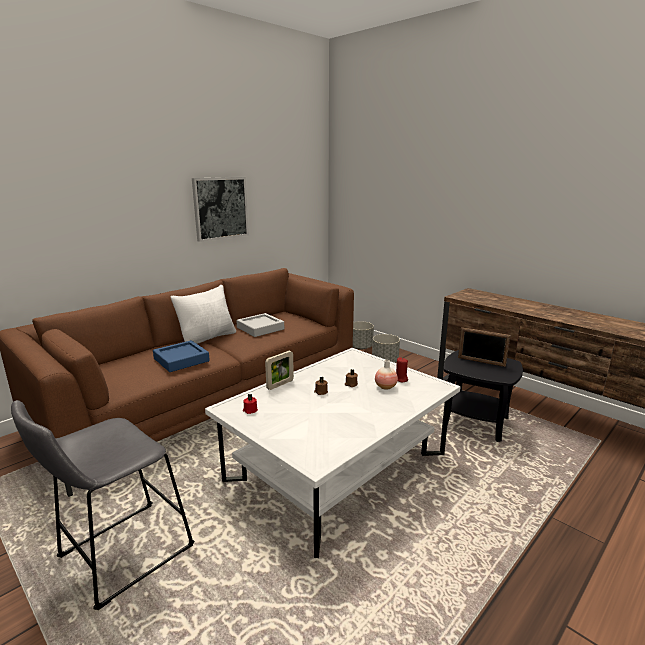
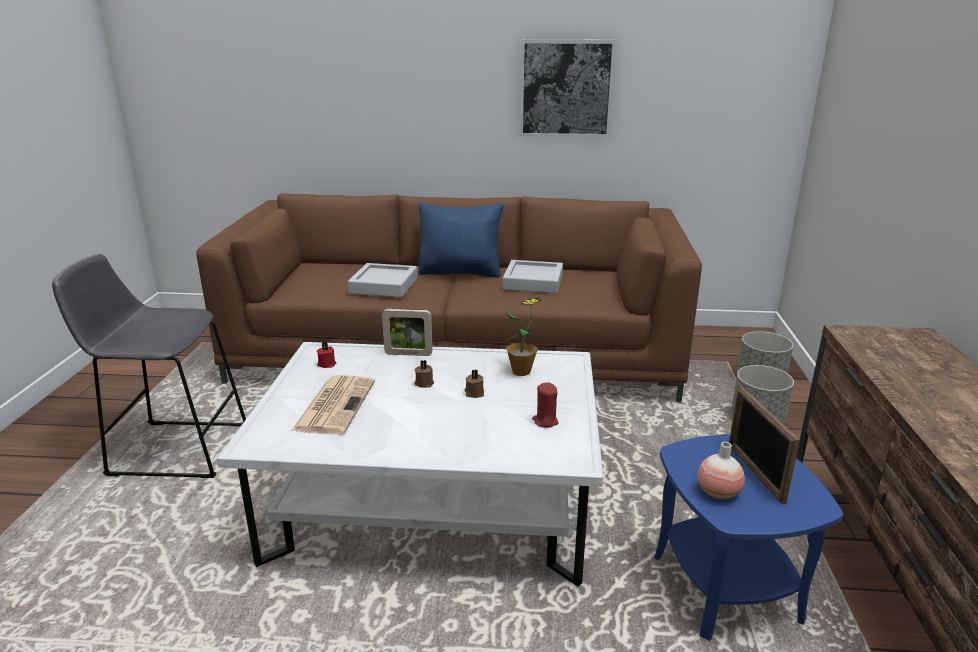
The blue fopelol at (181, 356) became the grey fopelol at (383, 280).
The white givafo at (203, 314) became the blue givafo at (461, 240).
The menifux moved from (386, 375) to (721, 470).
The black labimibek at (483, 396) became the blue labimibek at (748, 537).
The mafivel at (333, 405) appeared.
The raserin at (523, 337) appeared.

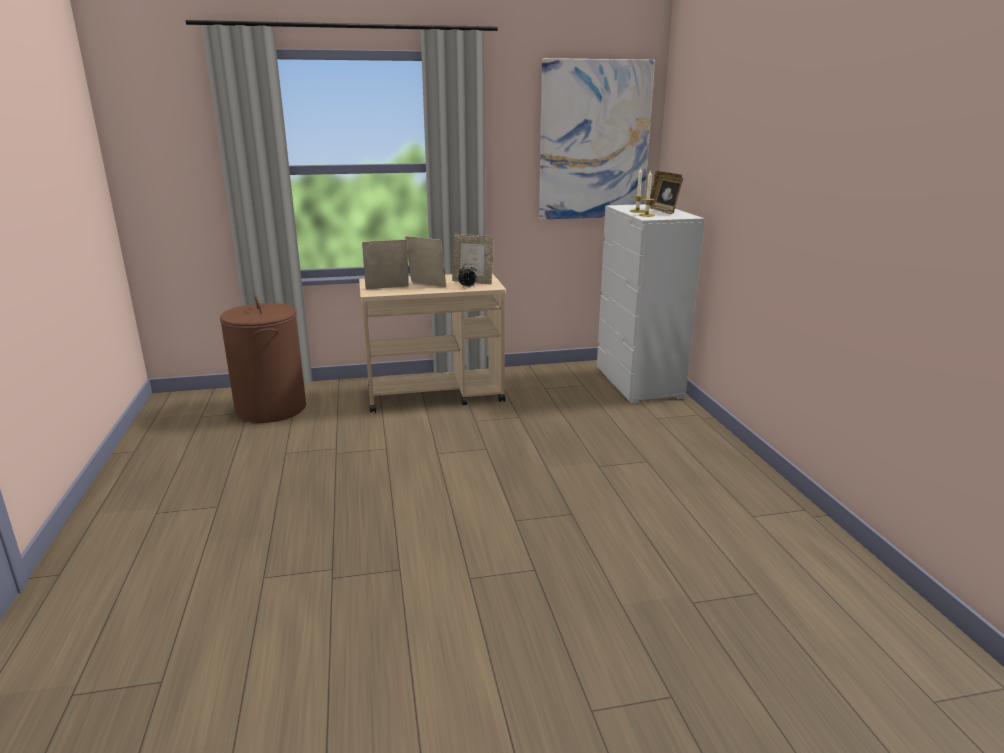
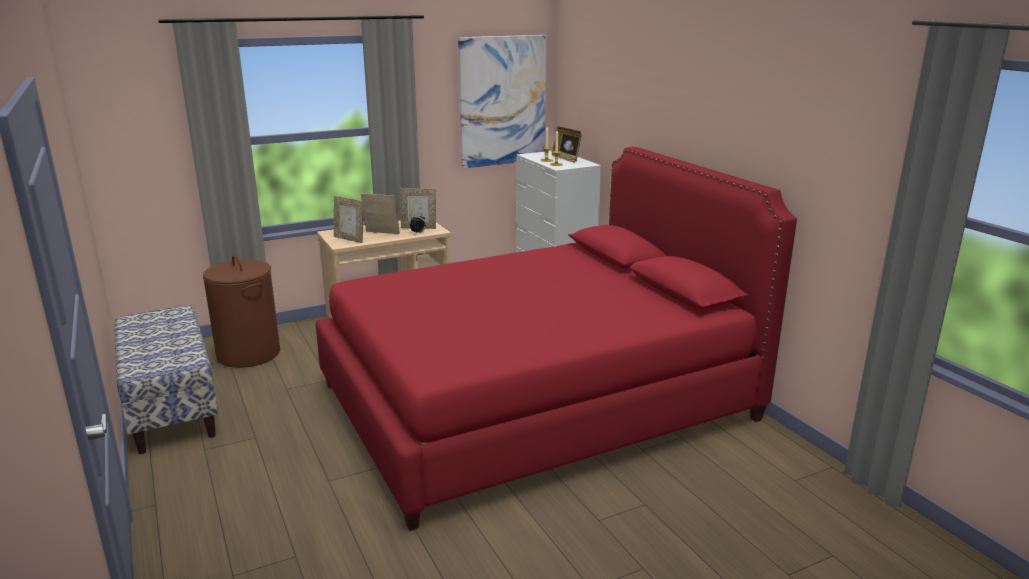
The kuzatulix at (385, 264) turned 120 degrees counterclockwise.
The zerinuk at (166, 379) appeared.
The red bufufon at (556, 339) appeared.

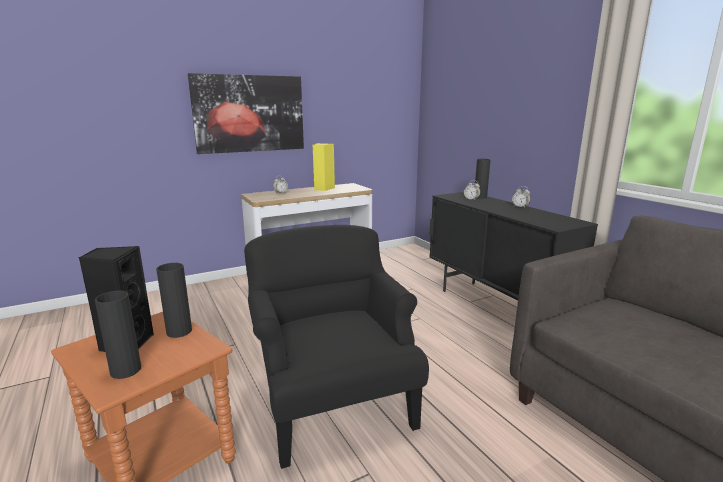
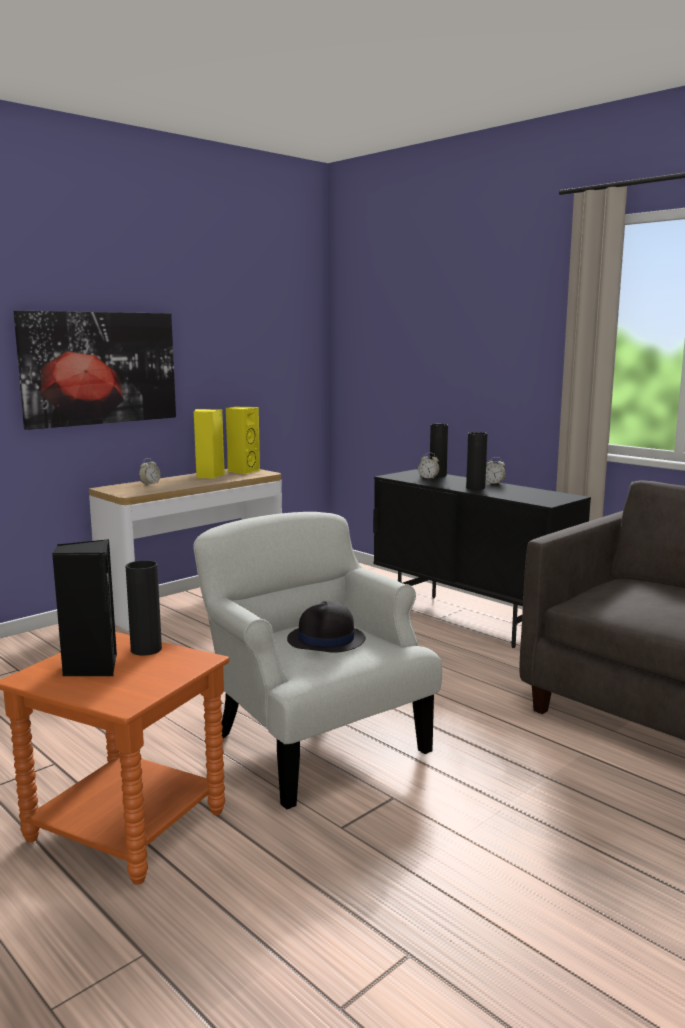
The black menifux moved from (118, 335) to (476, 461).
The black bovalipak at (336, 347) became the white bovalipak at (317, 661).
The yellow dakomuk at (243, 440) appeared.
The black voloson at (326, 627) appeared.

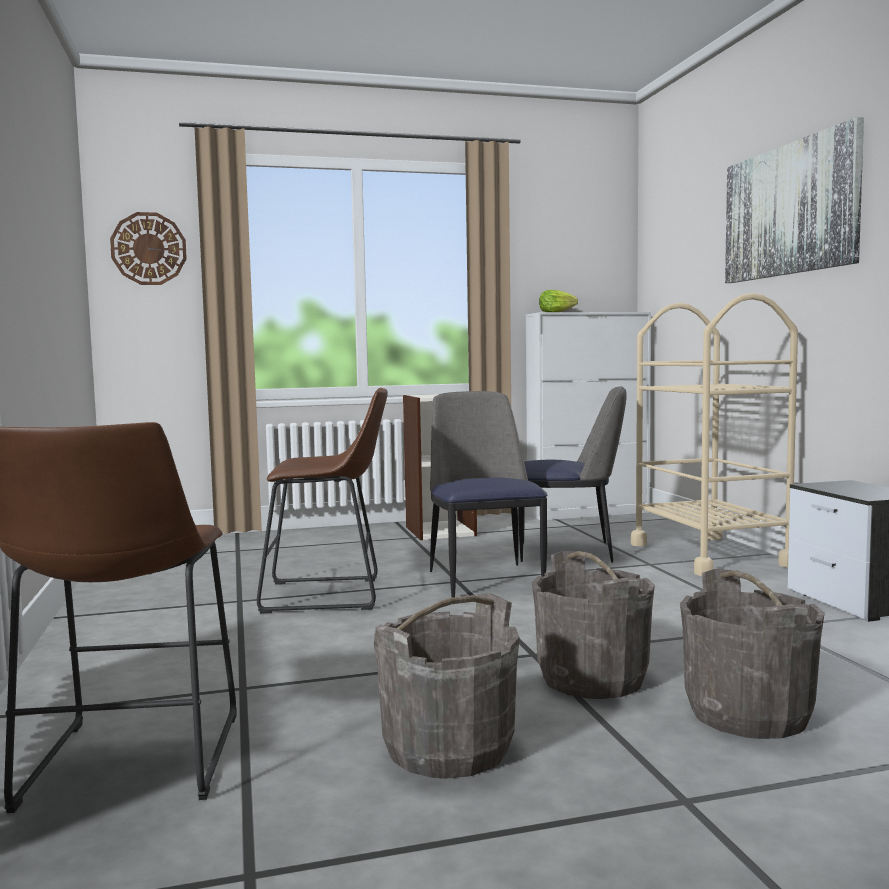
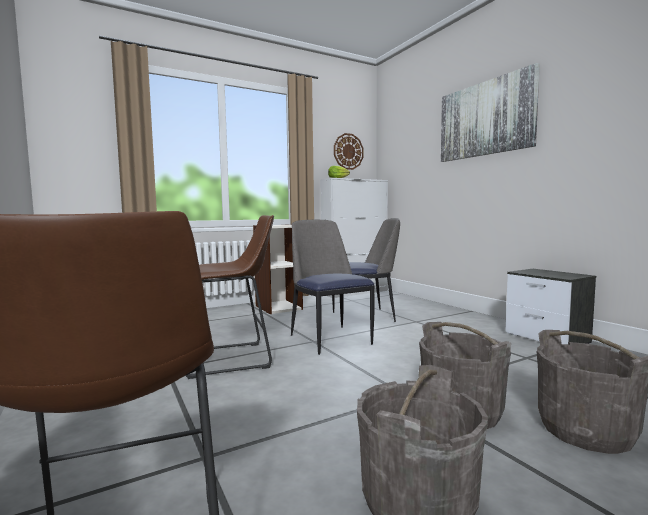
The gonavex moved from (148, 248) to (349, 151).
The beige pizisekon at (714, 434) disappeared.

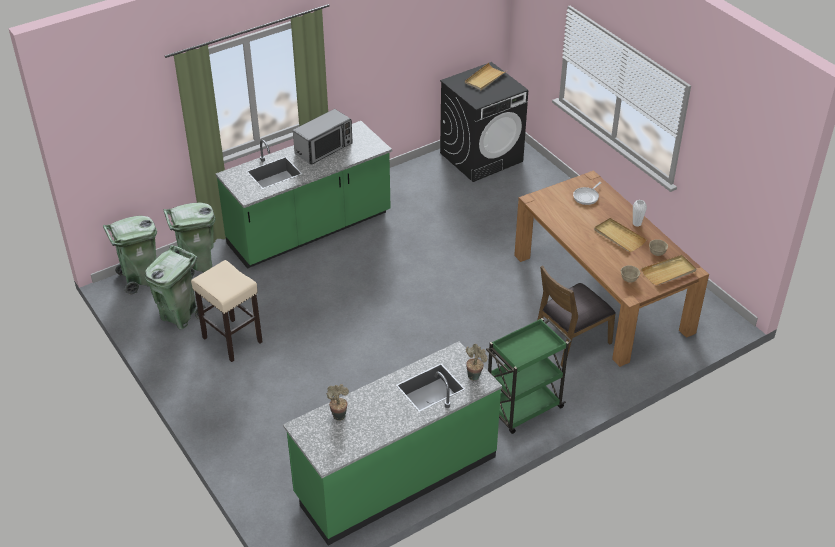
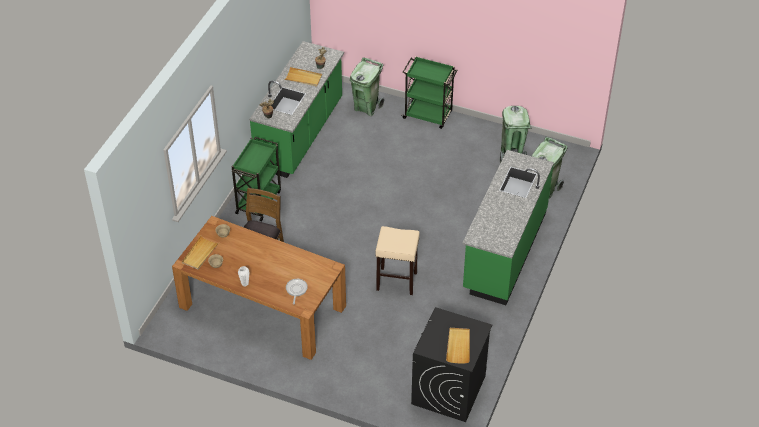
The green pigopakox moved from (130, 255) to (367, 86).
The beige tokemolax moved from (227, 311) to (398, 260).
The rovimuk at (323, 137) disappeared.
The beige fopelol moved from (620, 235) to (303, 77).
The green pizisekon at (429, 92) appeared.

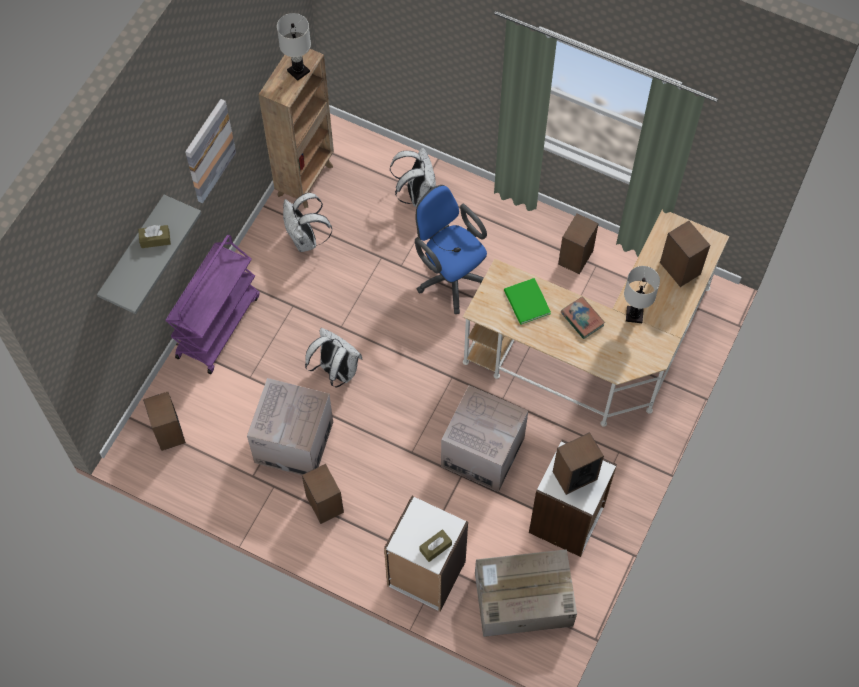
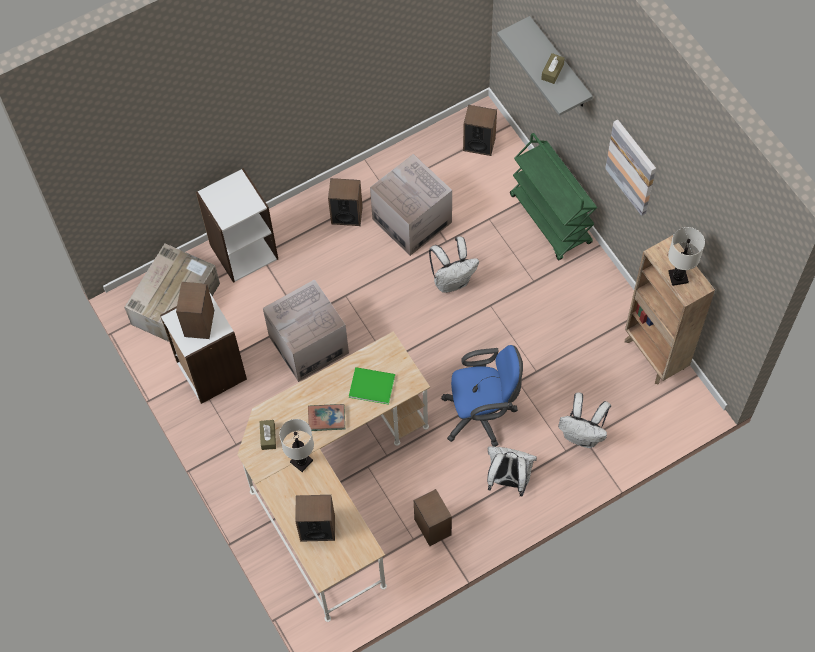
The purple pizisekon at (212, 304) became the green pizisekon at (553, 196).
The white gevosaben moved from (307, 222) to (512, 471).
The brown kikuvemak moved from (435, 545) to (268, 435).

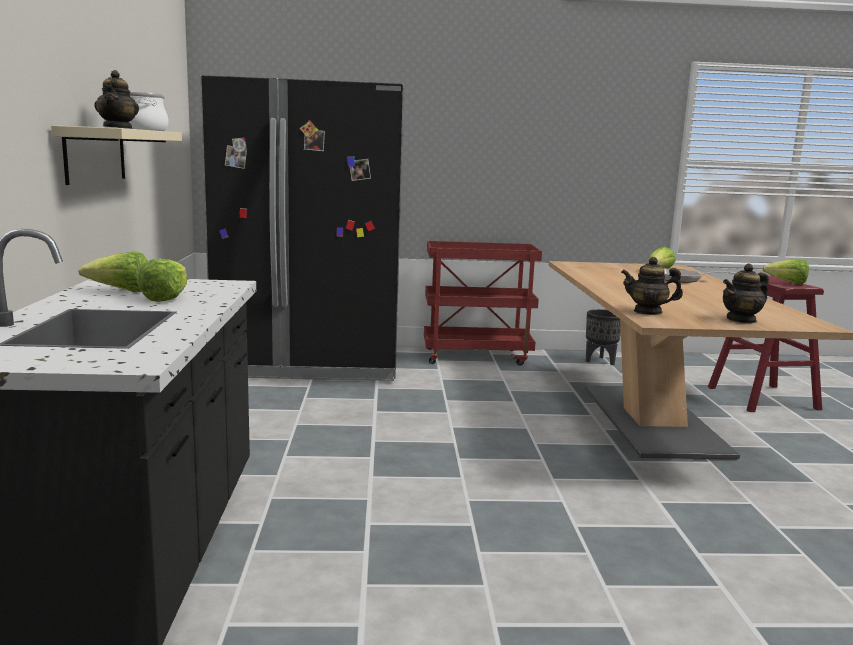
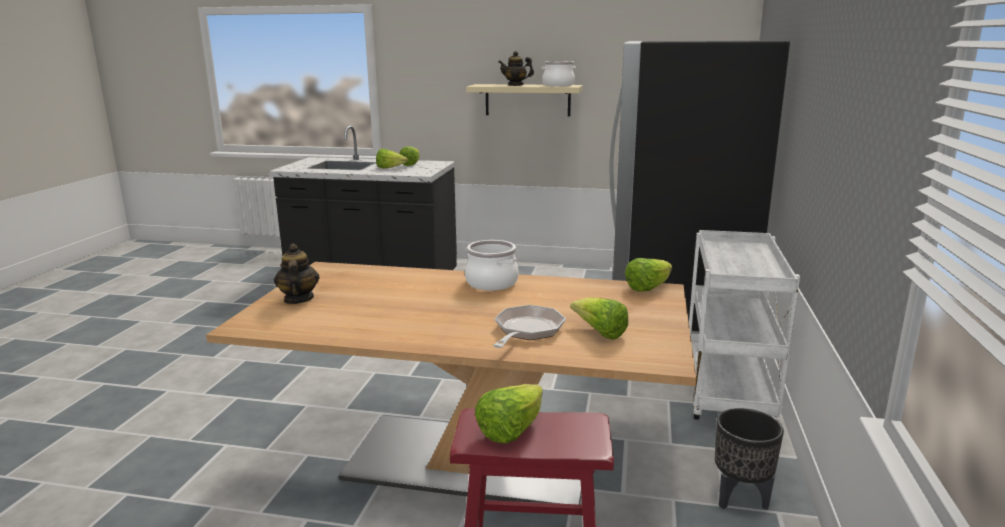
The red pizisekon at (483, 303) became the white pizisekon at (744, 325).
The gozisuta at (652, 286) disappeared.
The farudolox at (492, 265) appeared.
The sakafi at (648, 275) appeared.

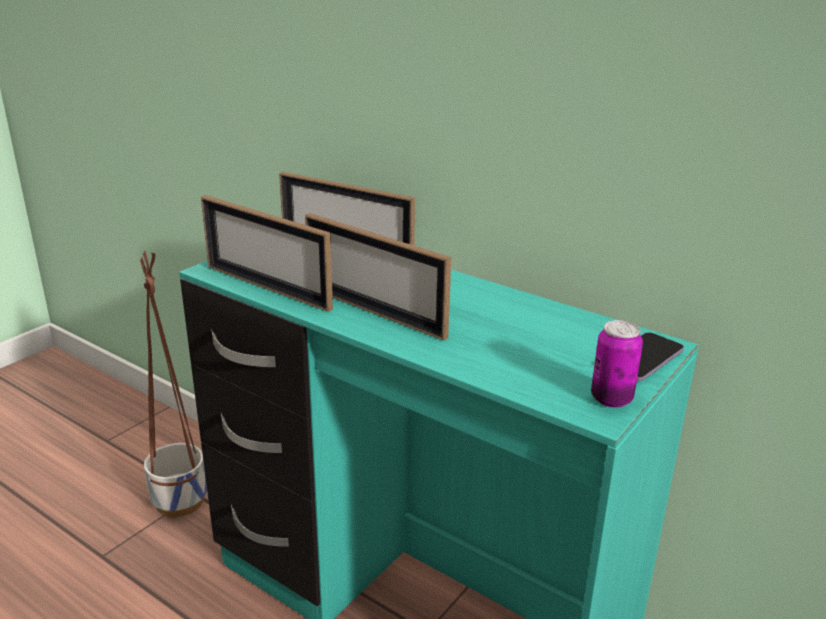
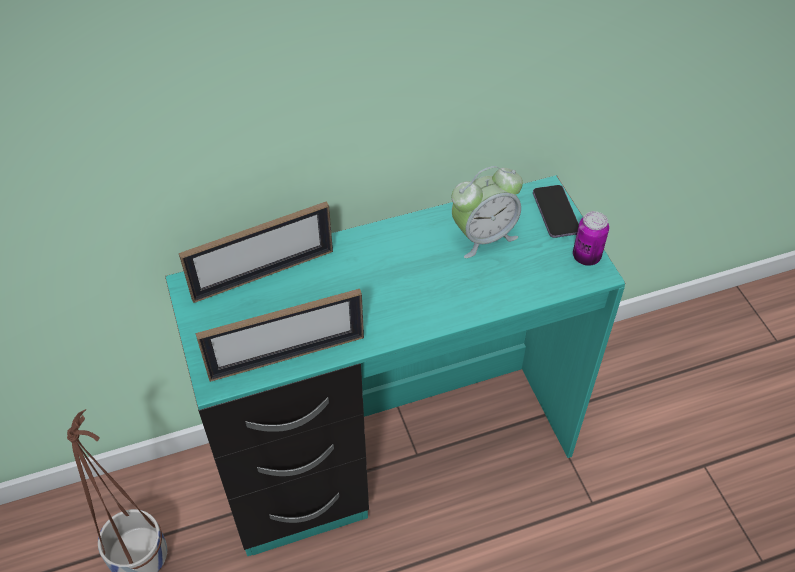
The kuzatulix at (378, 277) disappeared.
The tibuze at (487, 212) appeared.

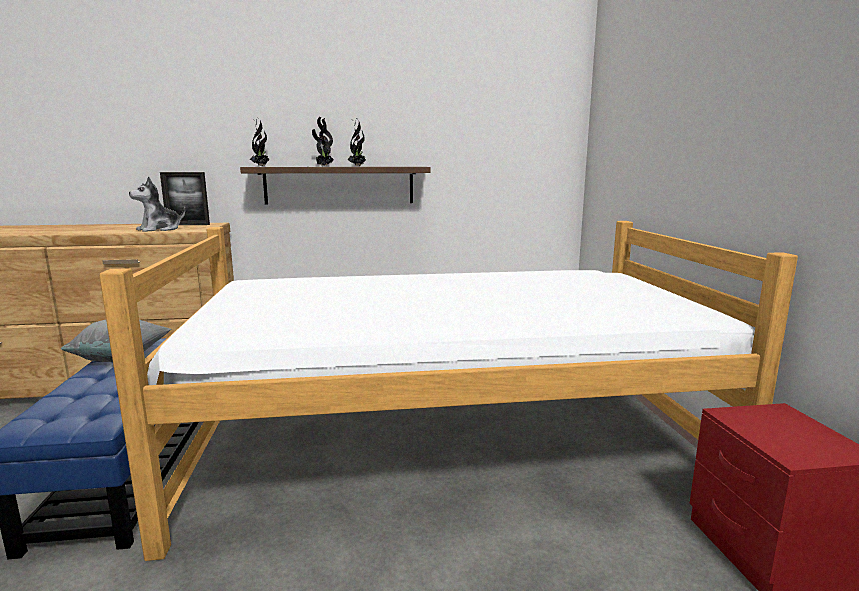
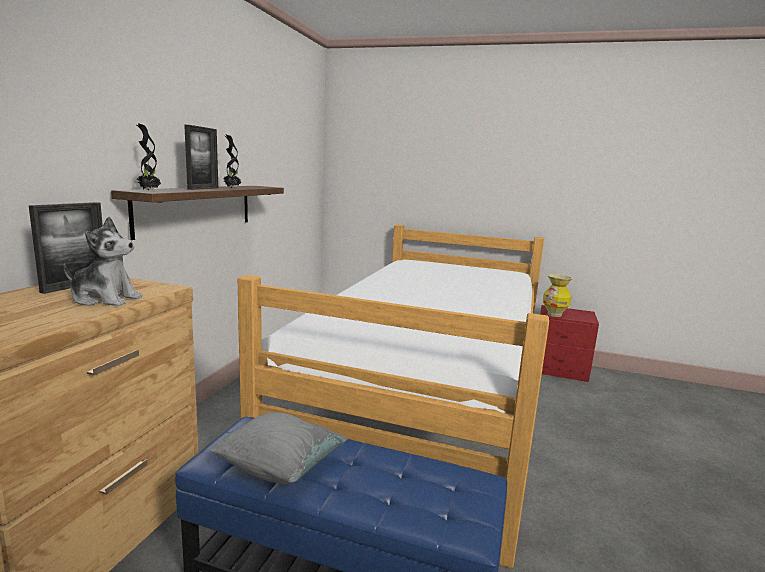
The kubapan at (157, 204) turned 60 degrees counterclockwise.
The raserin at (323, 141) was replaced by the kuzatulix at (201, 157).
The menifux at (558, 295) appeared.

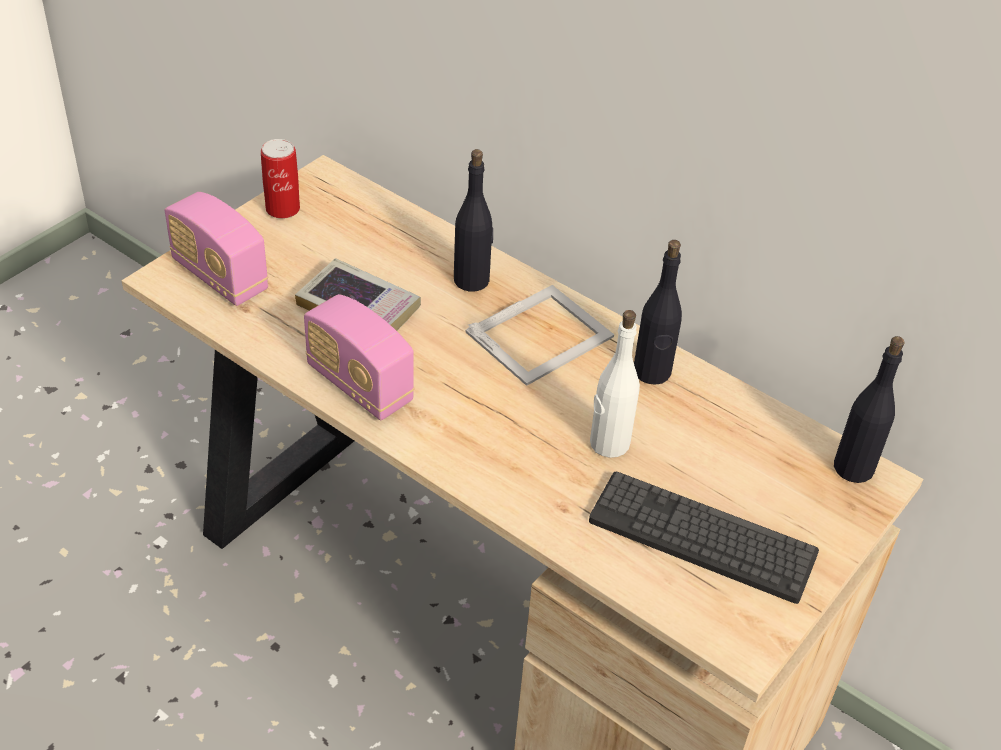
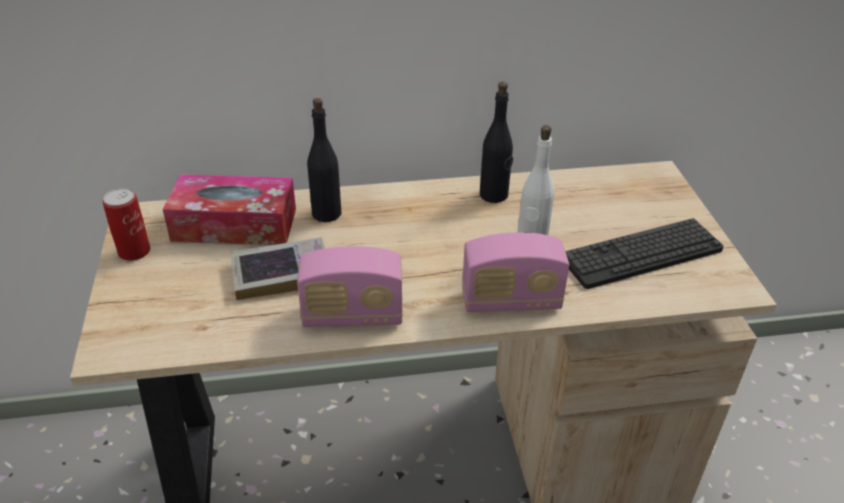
The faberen moved from (216, 249) to (515, 272).
The kuzatulix at (539, 335) disappeared.
The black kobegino at (869, 409) disappeared.
The kikuvemak at (229, 209) appeared.

